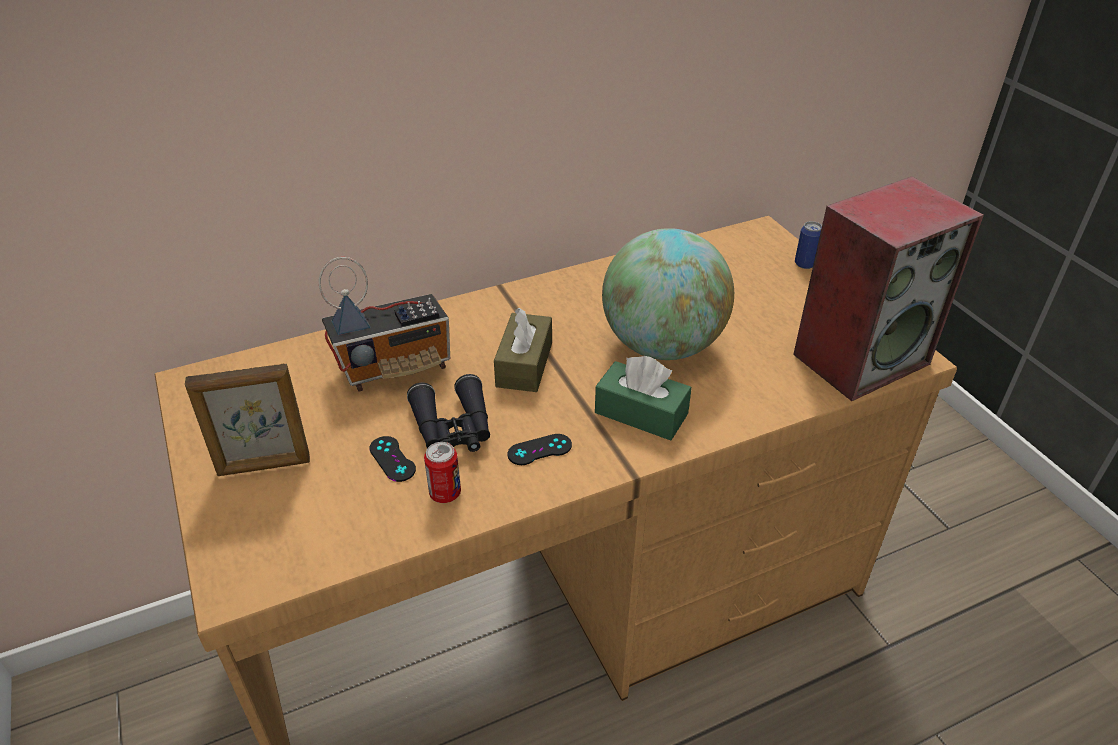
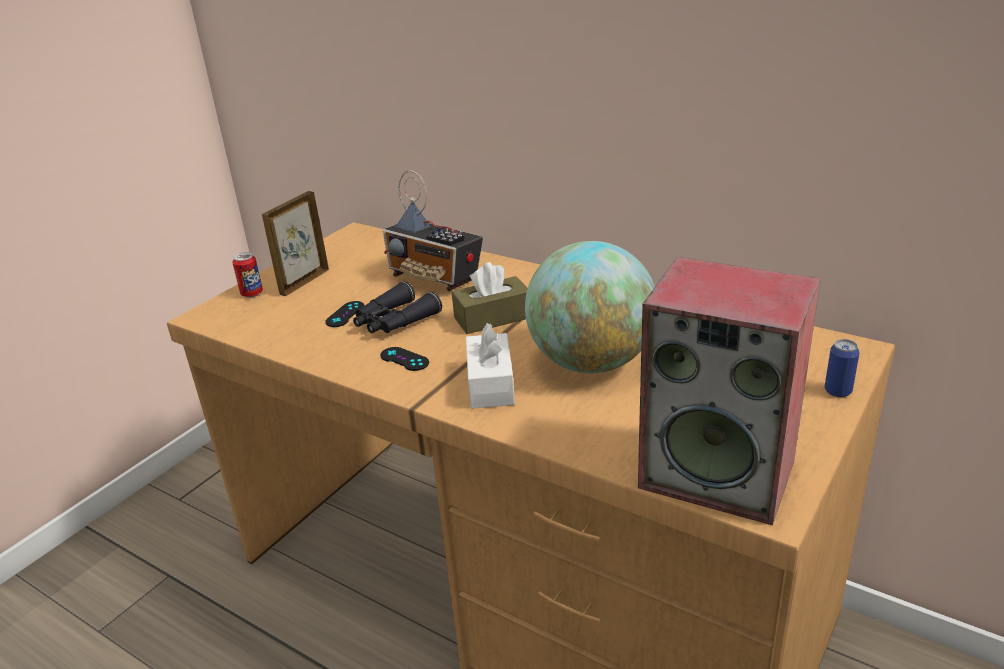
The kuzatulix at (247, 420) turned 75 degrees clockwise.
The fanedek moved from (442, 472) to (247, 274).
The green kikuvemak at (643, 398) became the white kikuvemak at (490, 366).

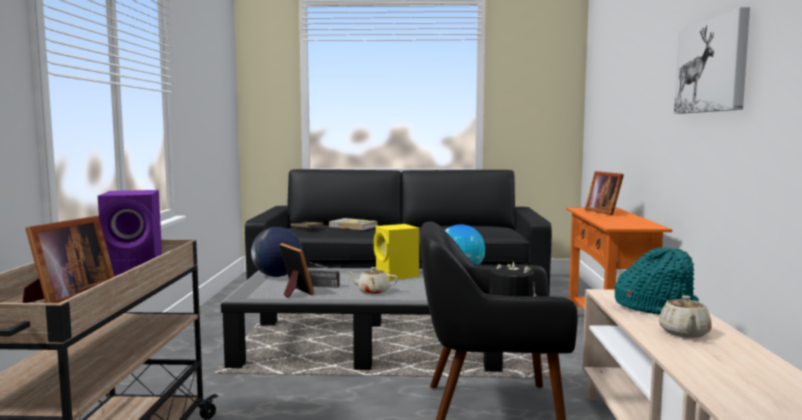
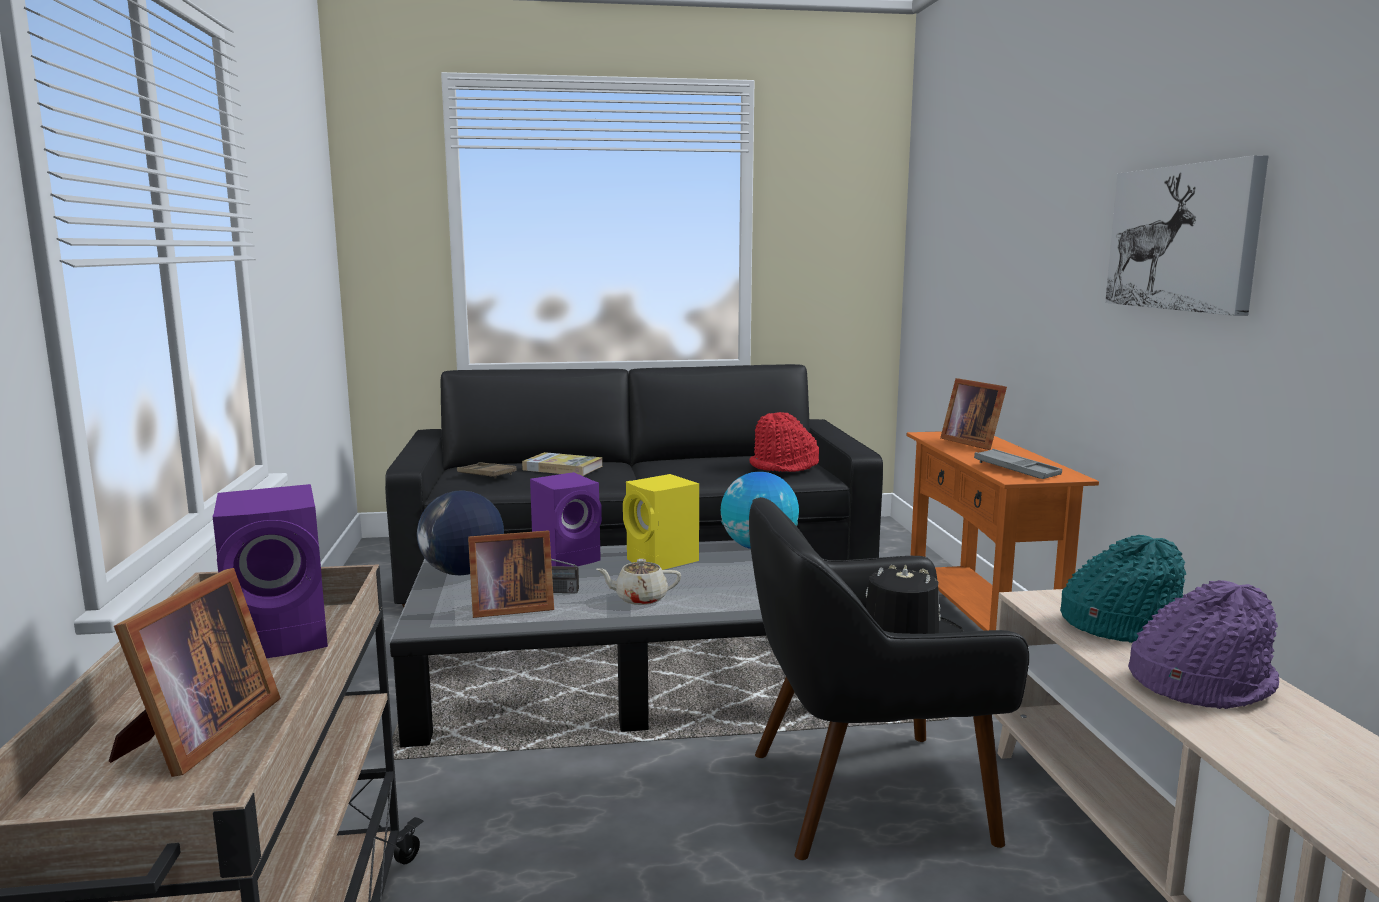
The kuzatulix at (297, 270) turned 120 degrees clockwise.
The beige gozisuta at (685, 316) was replaced by the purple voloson at (1203, 644).
The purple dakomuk at (566, 519) appeared.
The red voloson at (784, 442) appeared.
The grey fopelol at (1018, 464) appeared.

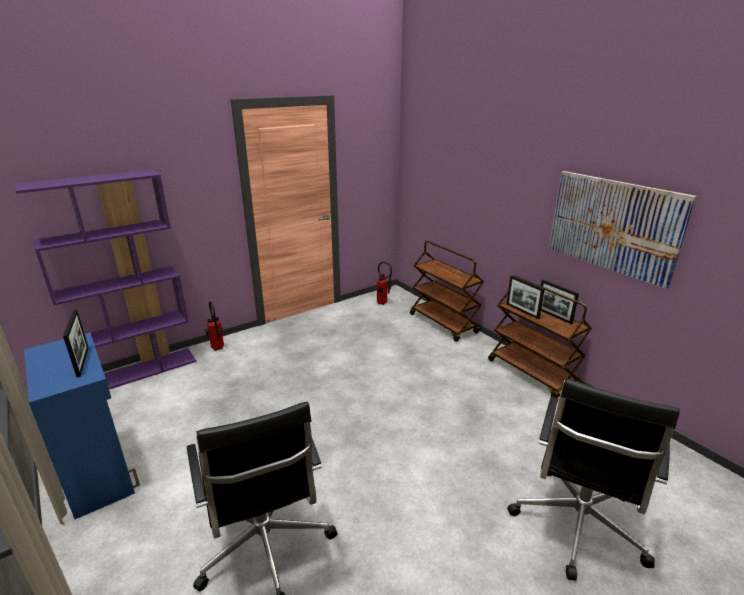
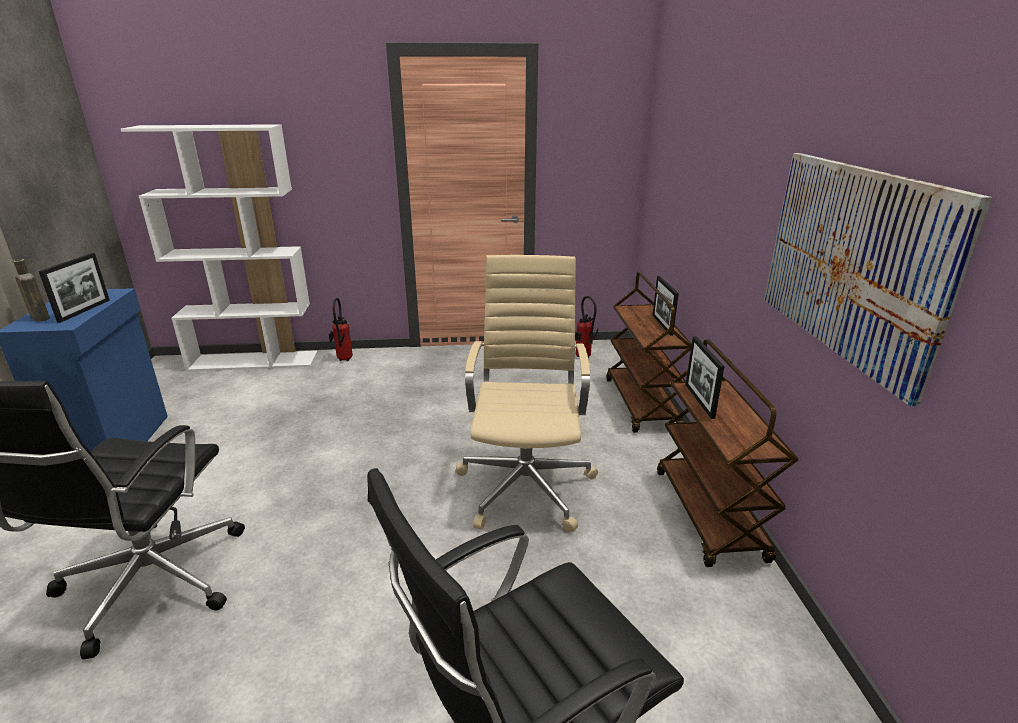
The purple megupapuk at (105, 279) became the white megupapuk at (219, 248).
The kuzatulix moved from (560, 302) to (666, 305).
The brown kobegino at (31, 290) appeared.
The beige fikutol at (526, 393) appeared.

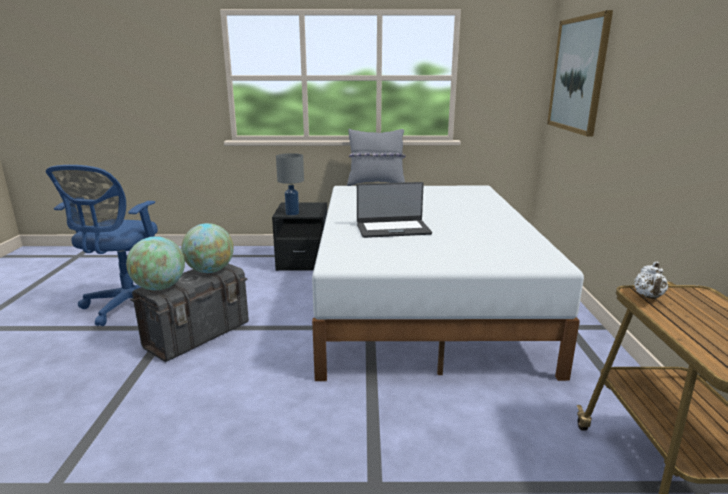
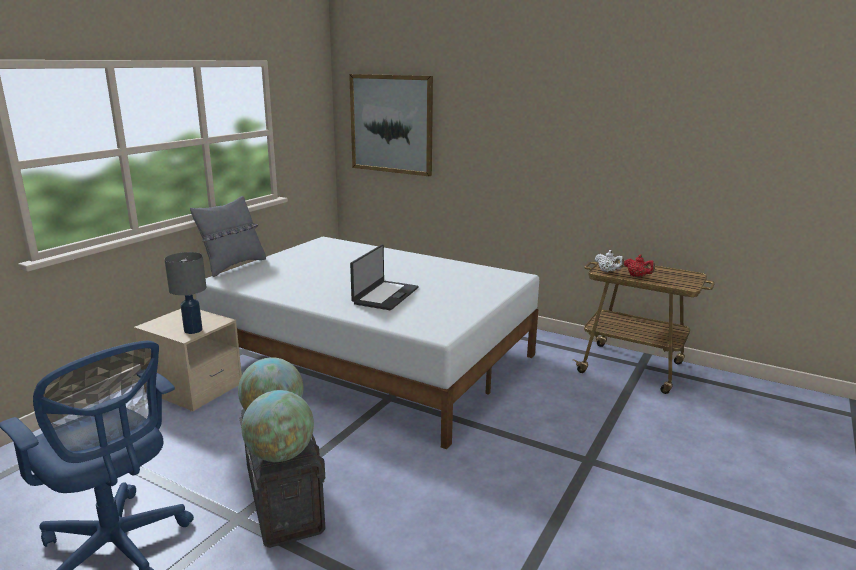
The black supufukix at (299, 236) became the beige supufukix at (188, 360).
The red gozisuta at (639, 266) appeared.

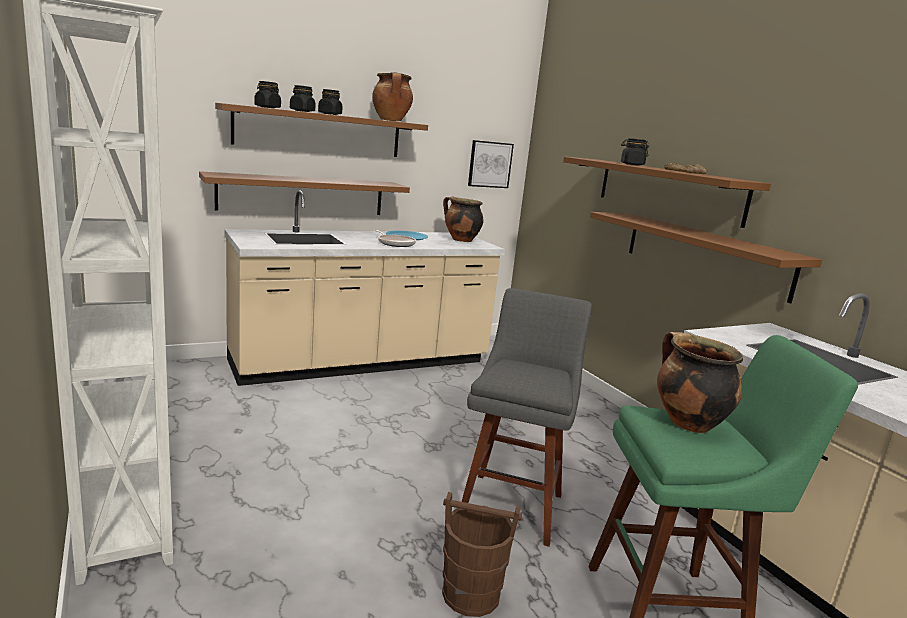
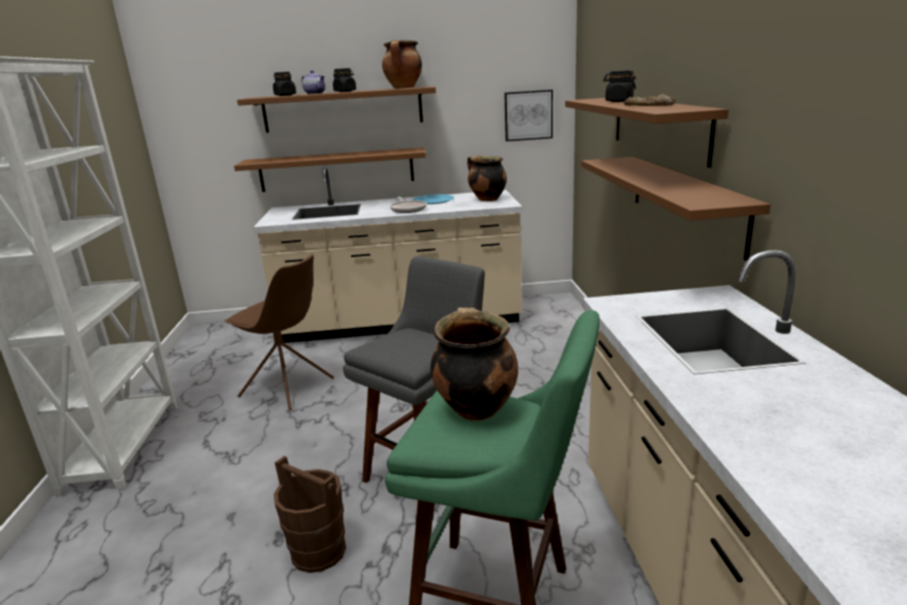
The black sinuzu at (302, 98) was replaced by the gozisuta at (313, 82).
The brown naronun at (279, 332) appeared.

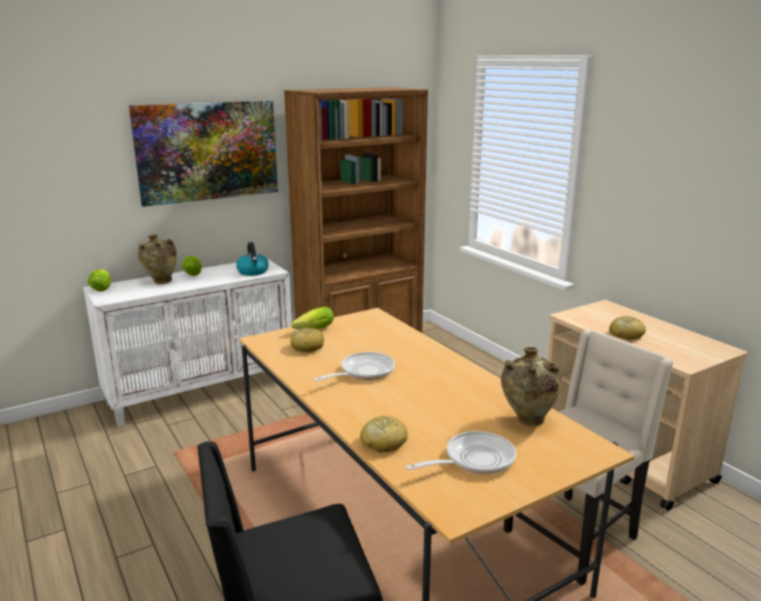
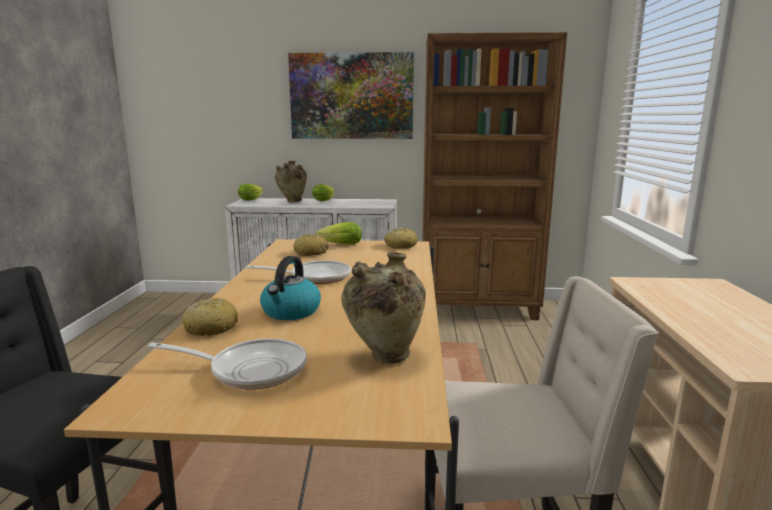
The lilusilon moved from (252, 259) to (290, 288).
The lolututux moved from (627, 328) to (401, 238).

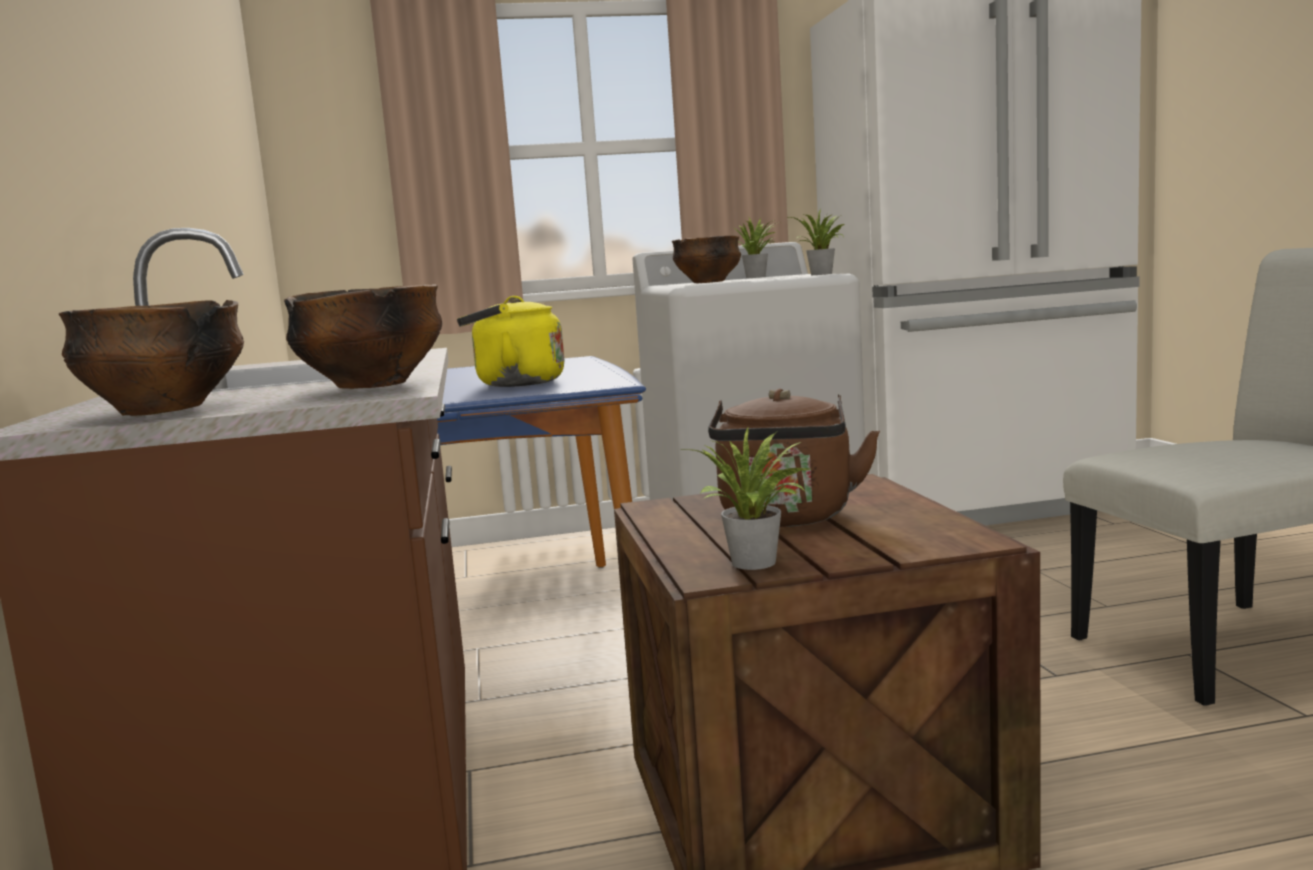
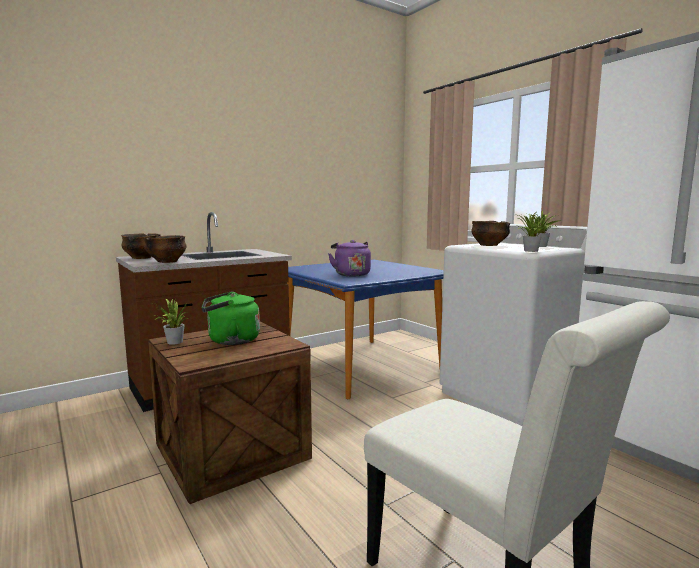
The yellow lilusilon at (510, 341) became the purple lilusilon at (349, 258).
The brown lilusilon at (794, 457) became the green lilusilon at (231, 318).

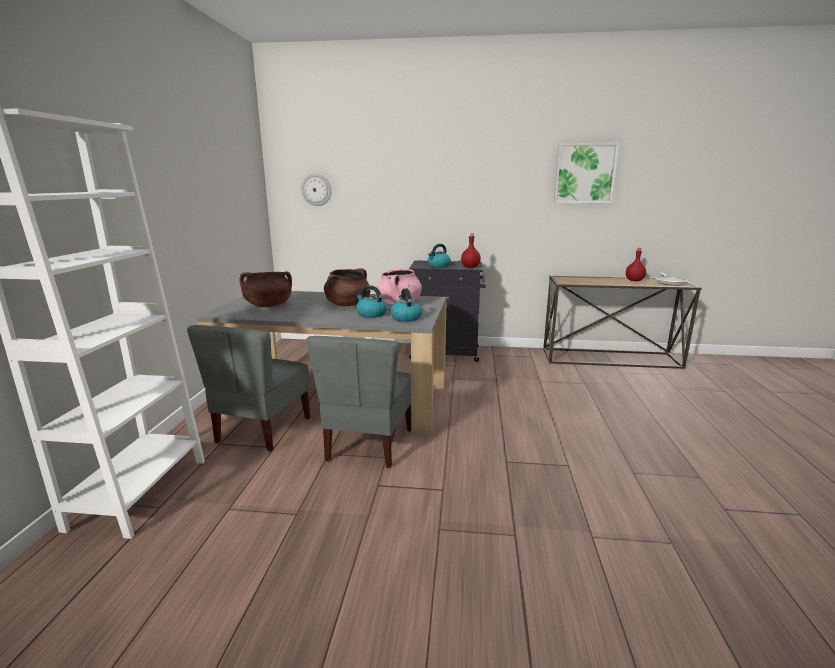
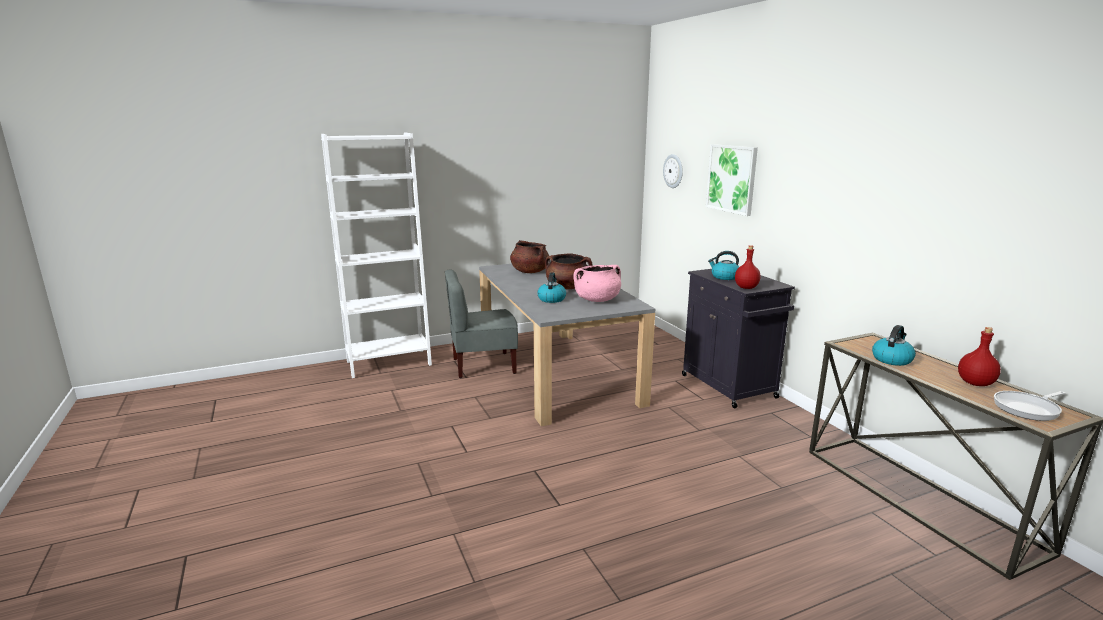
The grey naronun at (358, 402) disappeared.
The lilusilon moved from (406, 305) to (894, 345).
The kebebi moved from (586, 173) to (732, 180).

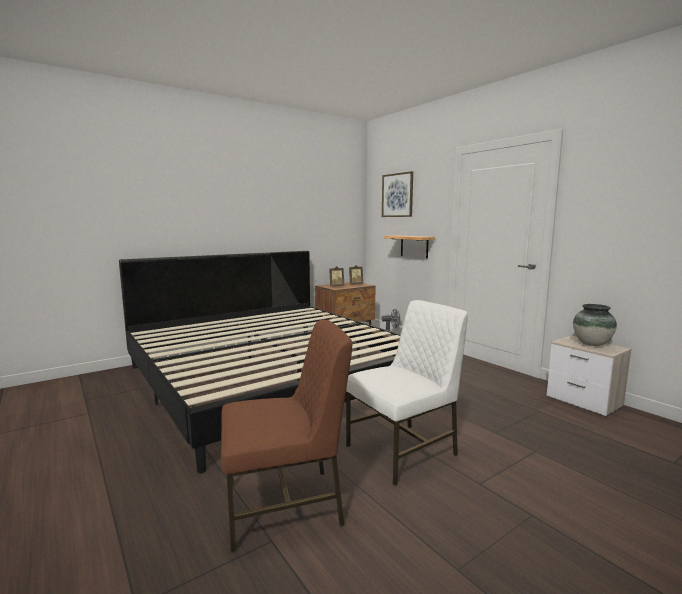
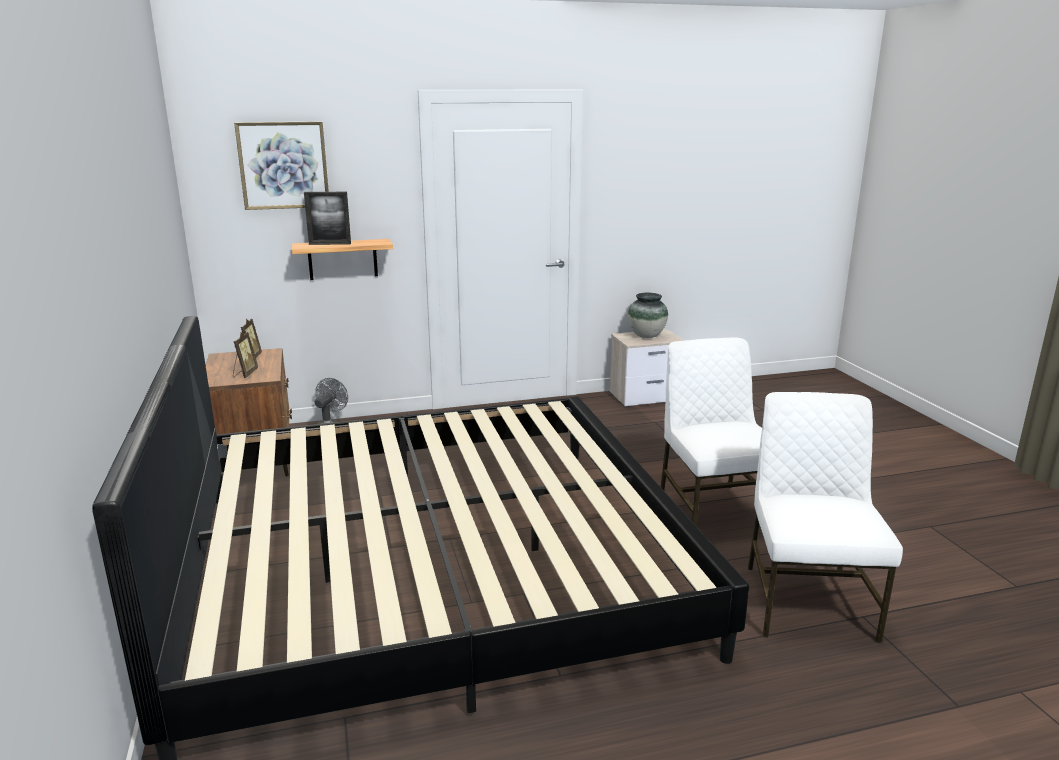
The brown naronun at (286, 436) became the white naronun at (825, 517).
The kuzatulix at (327, 218) appeared.

